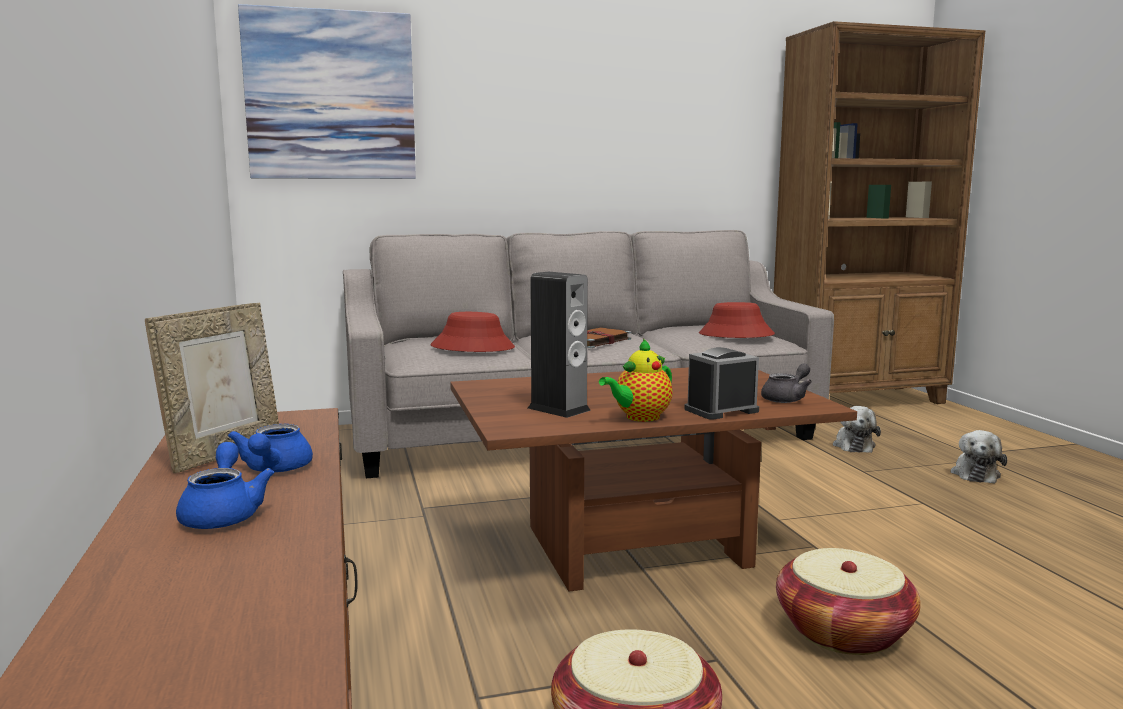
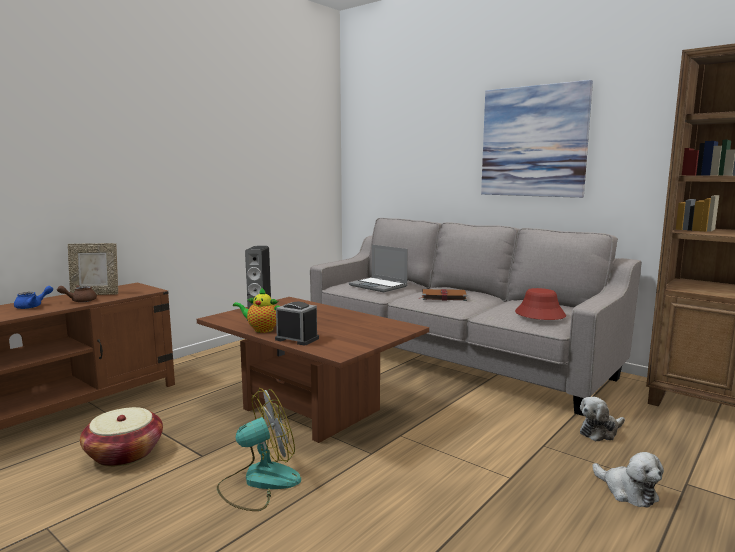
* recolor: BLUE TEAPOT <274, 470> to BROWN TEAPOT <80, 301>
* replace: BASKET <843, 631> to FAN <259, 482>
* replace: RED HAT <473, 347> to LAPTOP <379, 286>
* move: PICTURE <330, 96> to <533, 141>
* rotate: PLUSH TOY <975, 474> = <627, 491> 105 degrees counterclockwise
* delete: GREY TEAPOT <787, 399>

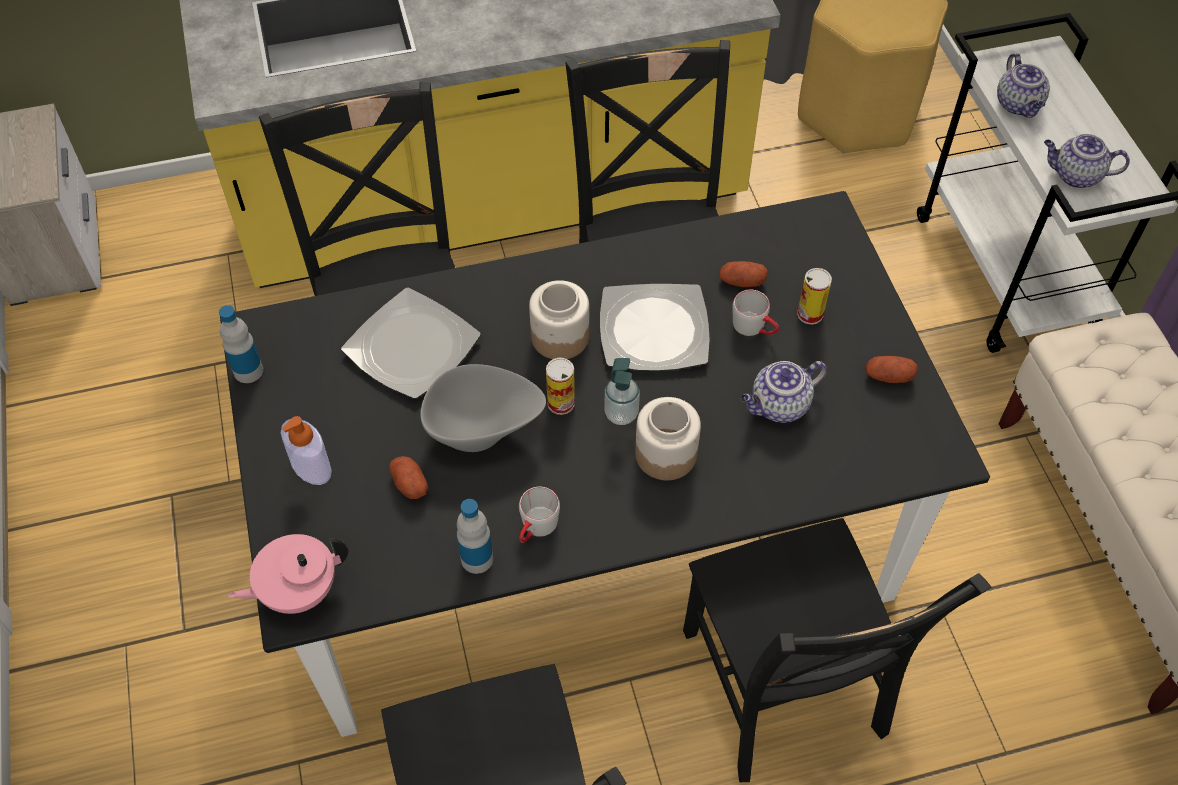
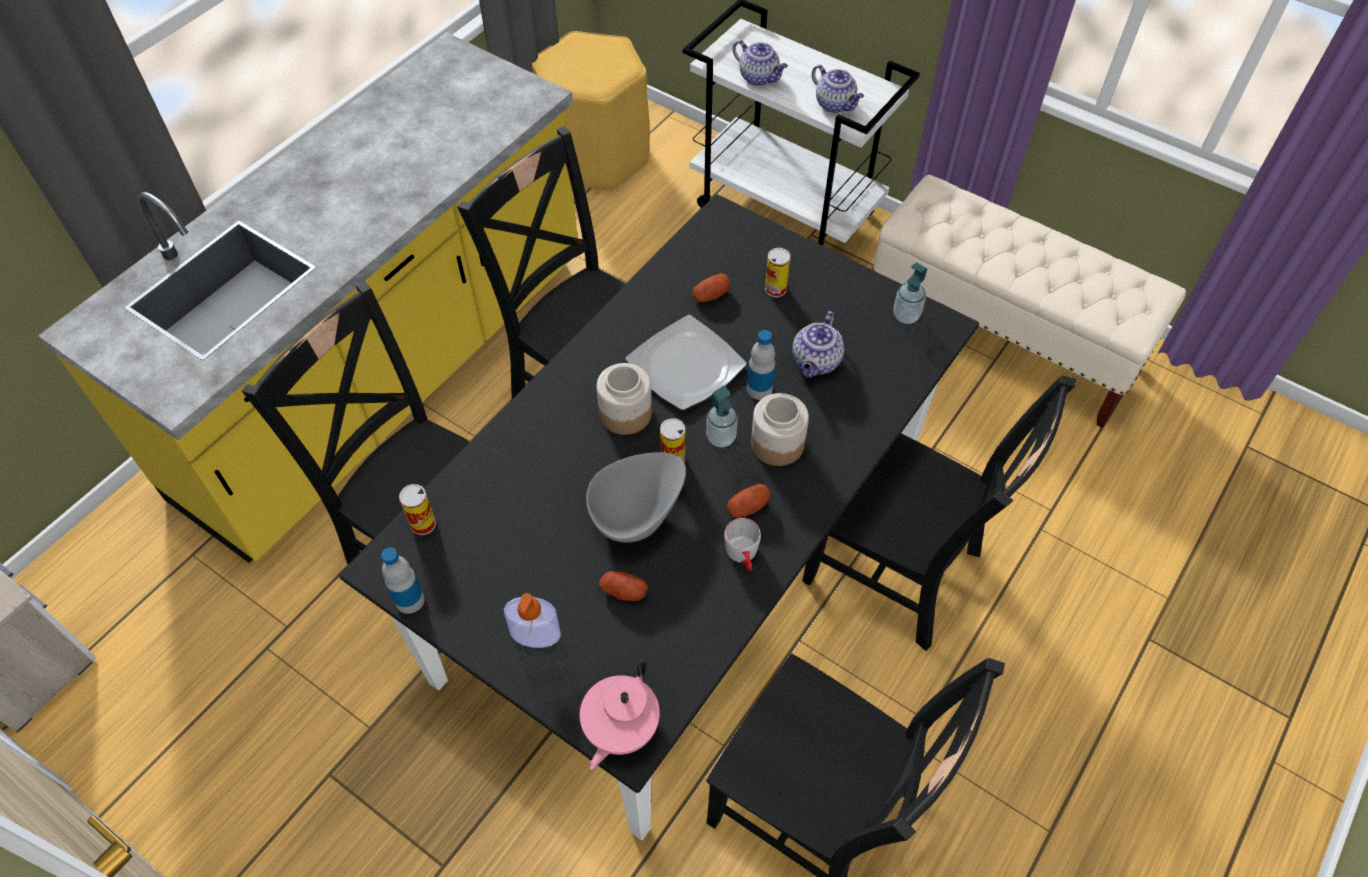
* insert: CAN <423, 524>
* move: POTATO <888, 376> to <748, 507>
* move: BOTTLE <477, 559> to <759, 389>
* rotate: TEAPOT <1075, 176> = <835, 105> 105 degrees counterclockwise
* insert: SOAP DISPENSER <906, 315>
* delete: PLATE <412, 346>
* delete: GREY MUG <755, 328>

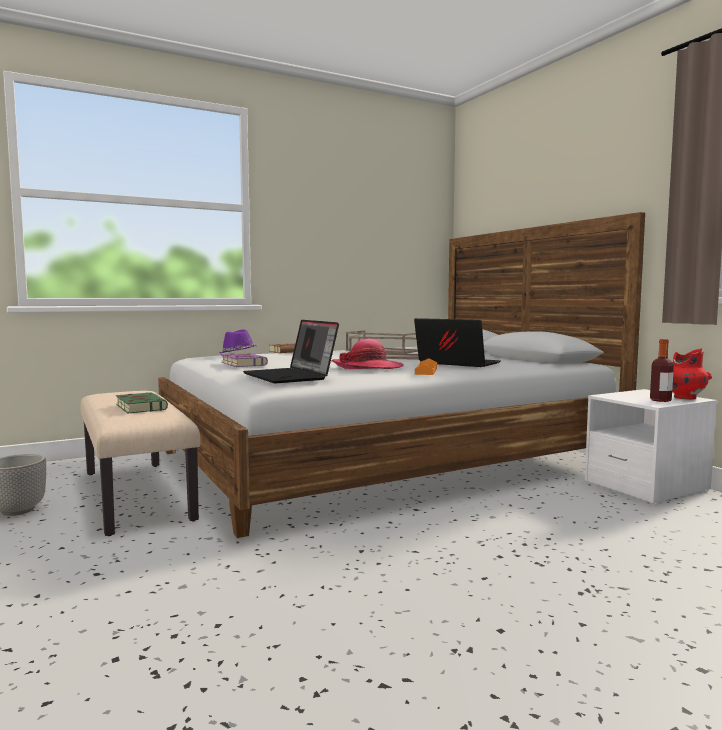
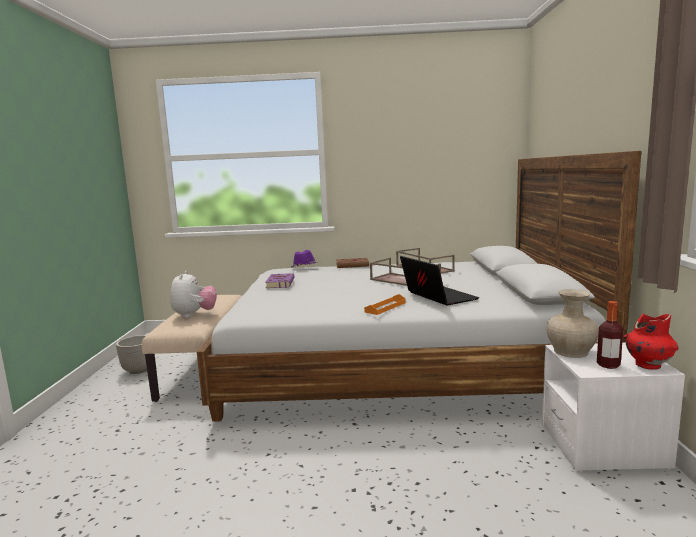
* replace: GREEN BOOK <140, 407> to PLUSH TOY <194, 315>
* insert: BEIGE VASE <570, 351>
* delete: LAPTOP <291, 377>
* delete: HAT <367, 367>

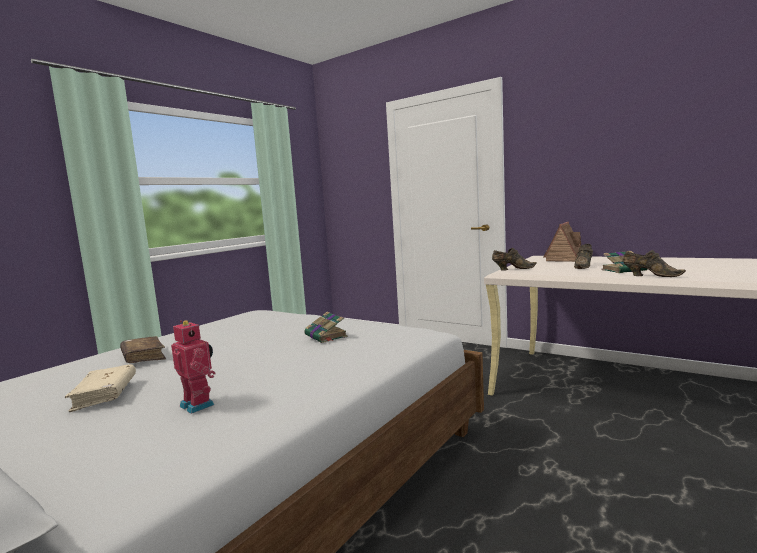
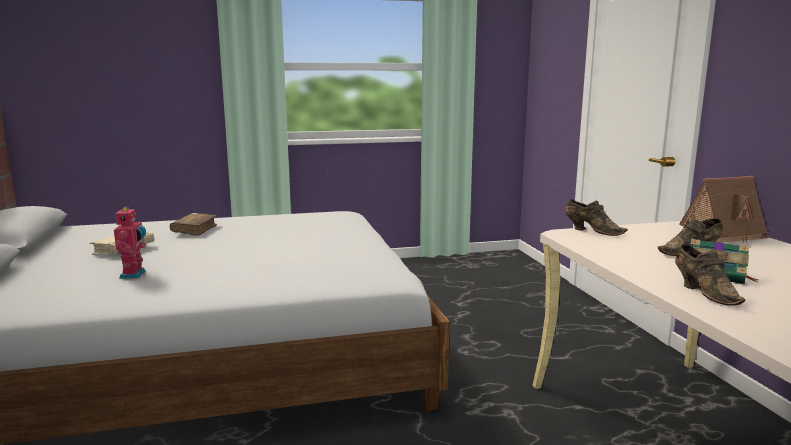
* delete: BOOK <326, 336>

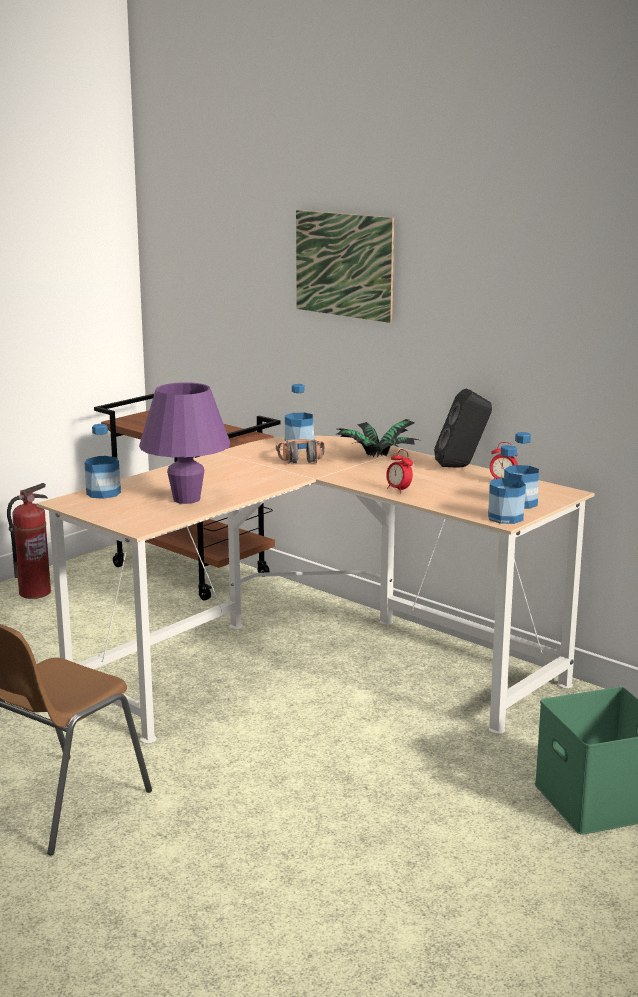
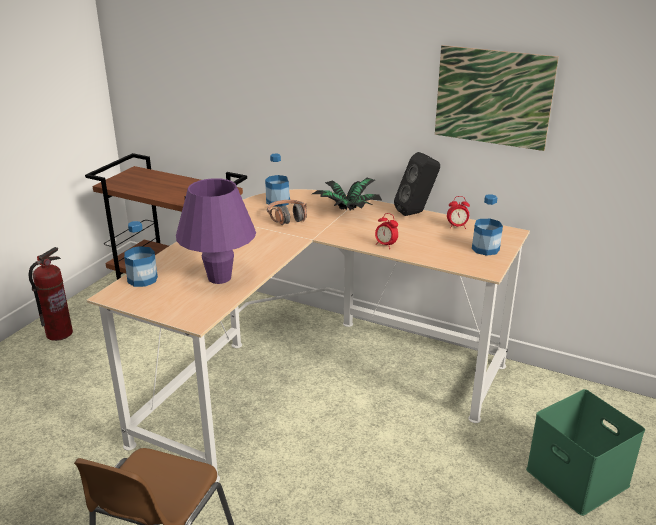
* move: PICTURE <344, 265> to <493, 97>
* delete: BOTTLE <505, 518>

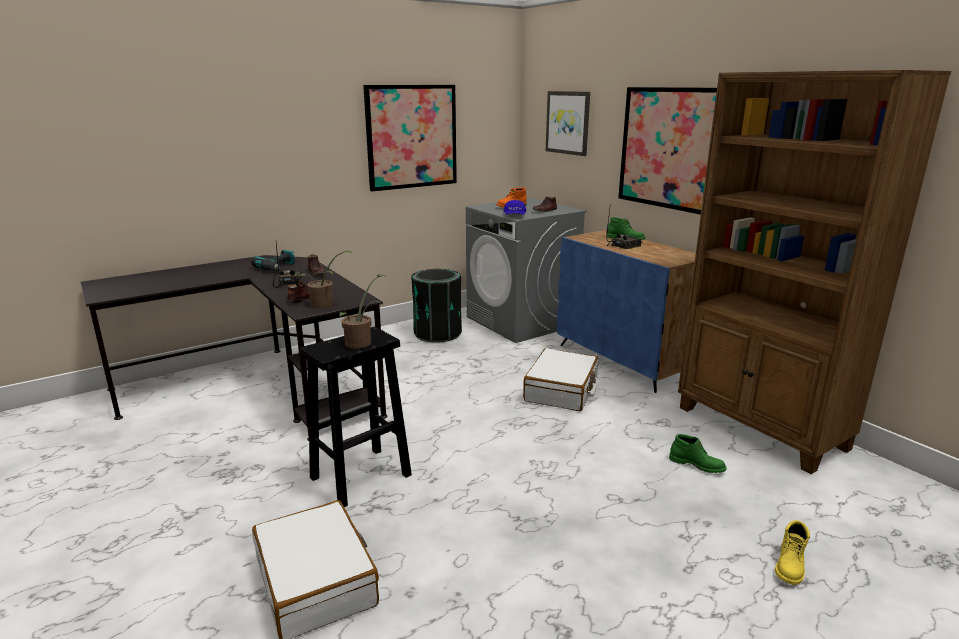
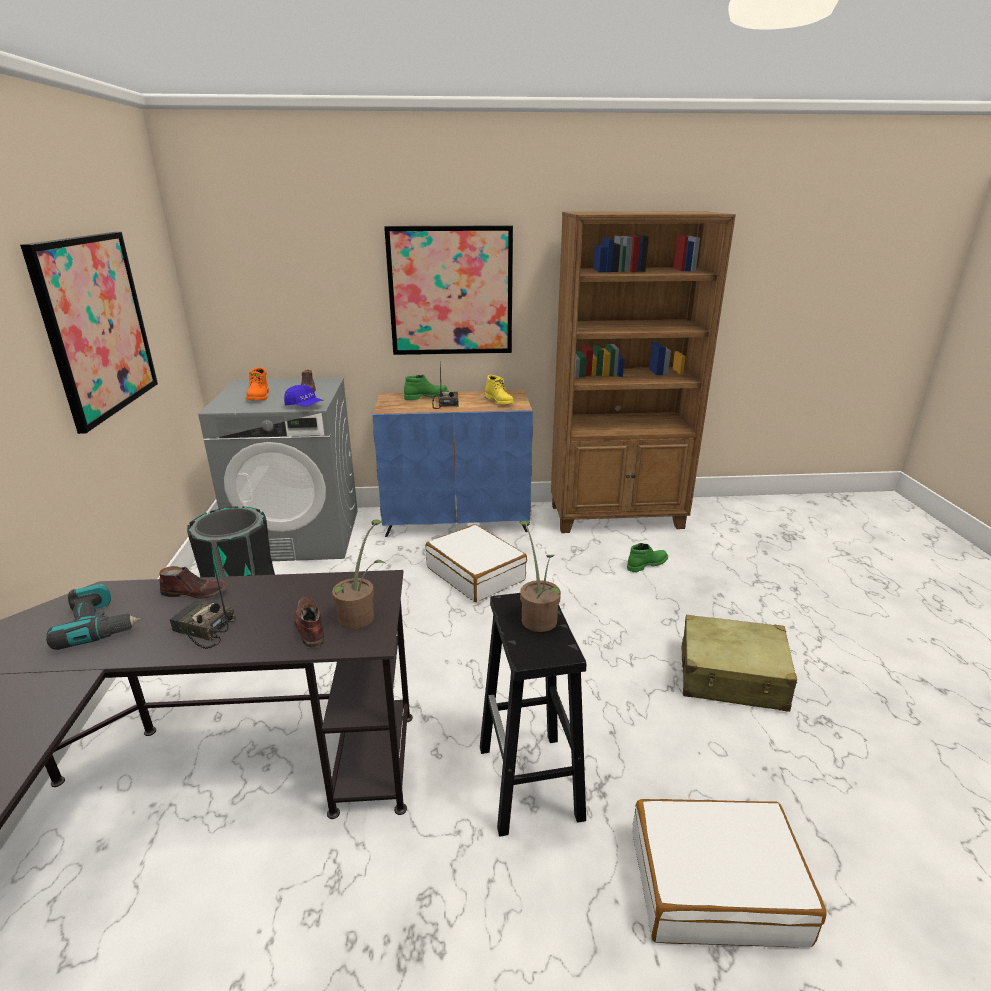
* move: YELLOW BOOT <790, 566> to <500, 401>
* insert: BEIGE SUITCASE <732, 677>
* delete: PICTURE <568, 122>

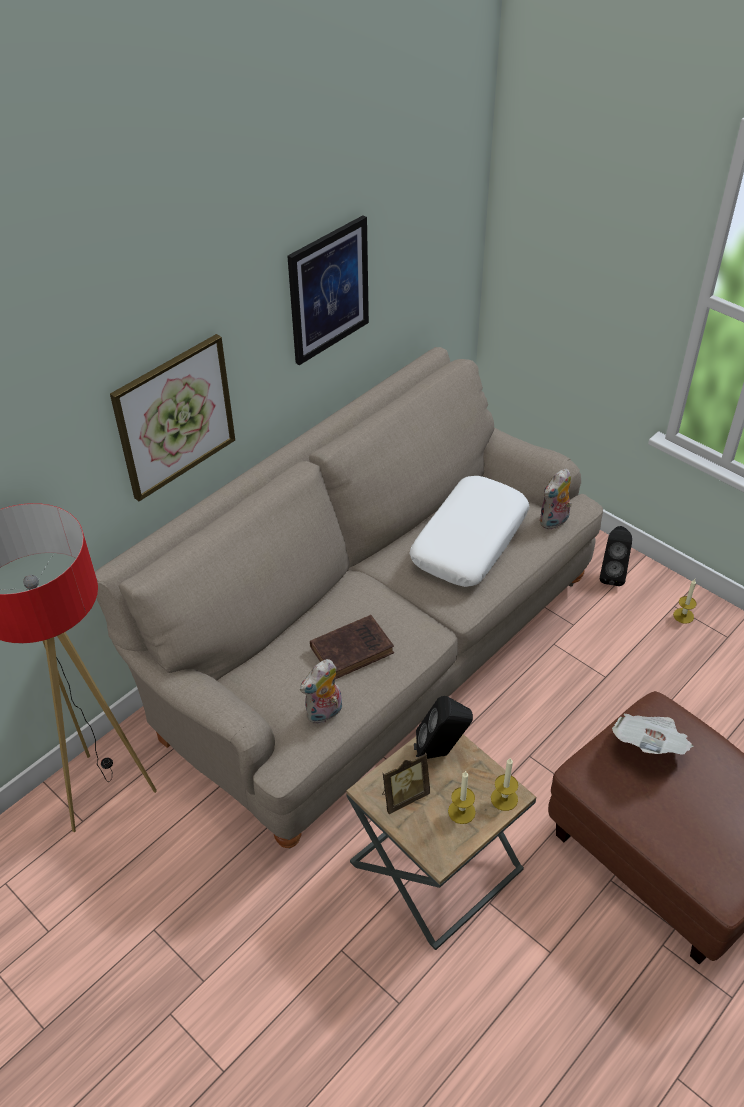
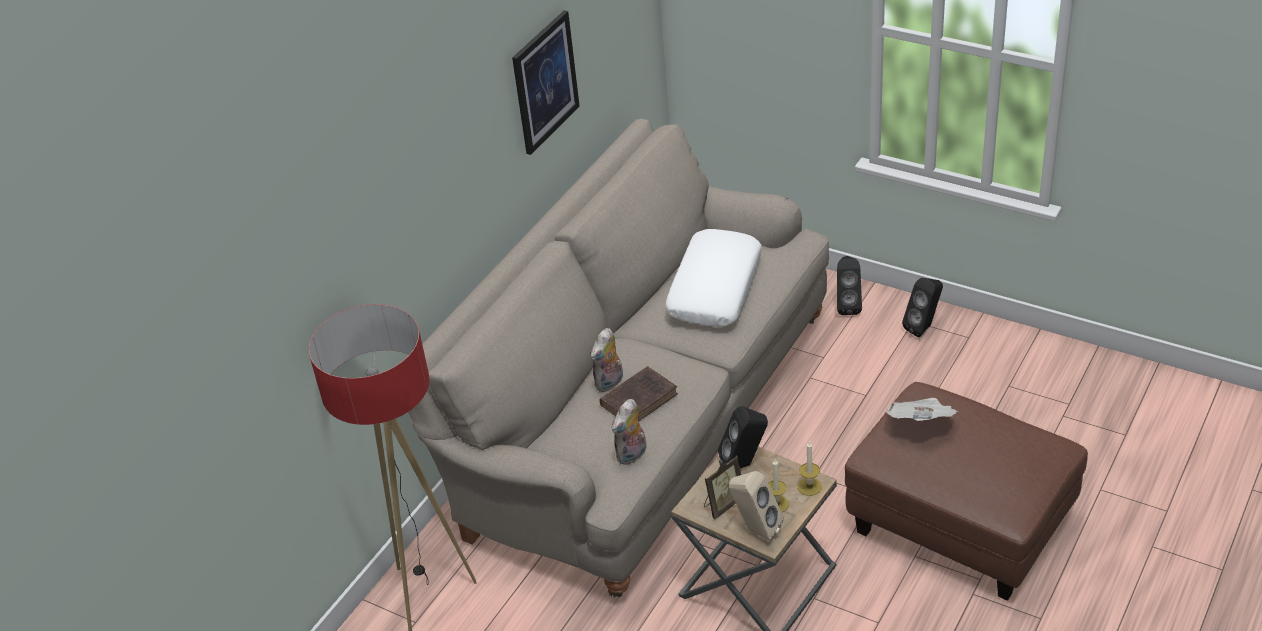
* move: PLUSH TOY <554, 522> to <609, 383>
* insert: BEIGE SPEAKER <755, 530>
* replace: CANDLE <683, 615> to BLACK SPEAKER <923, 327>
* delete: PICTURE <174, 417>

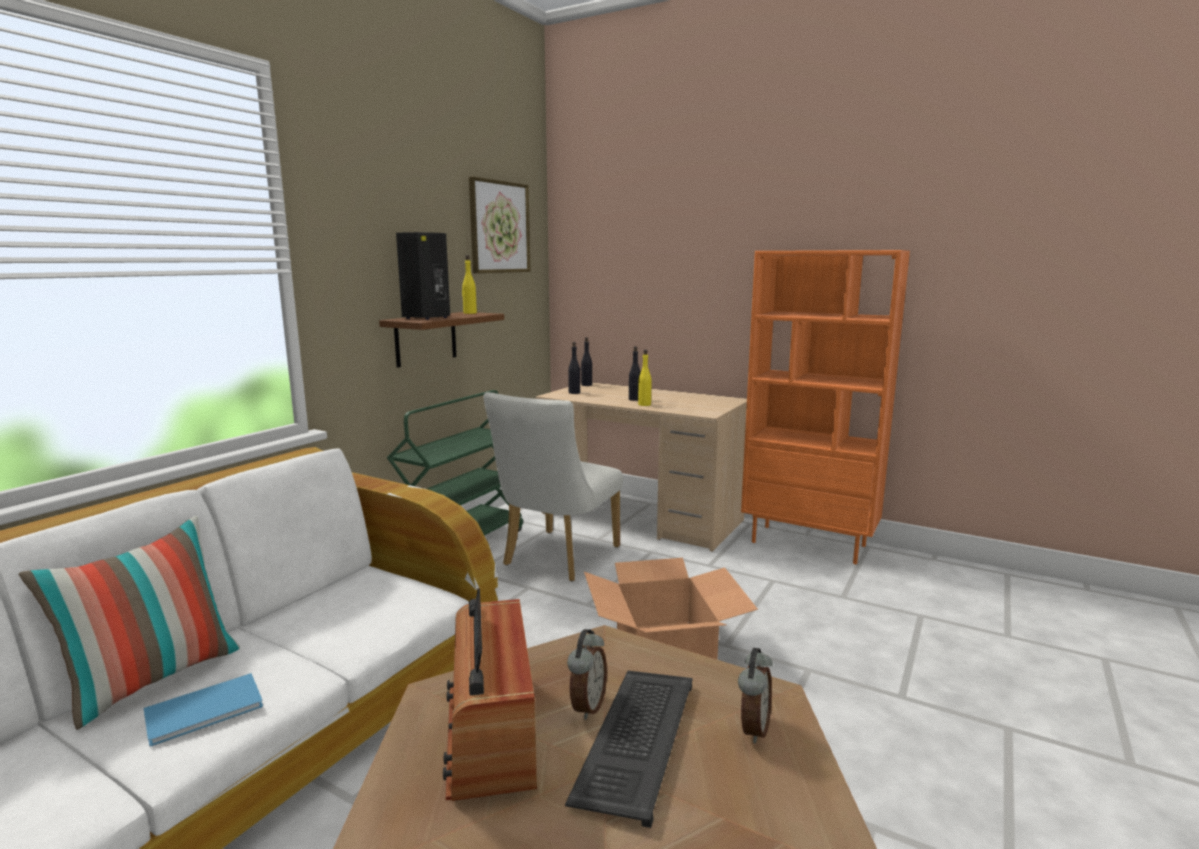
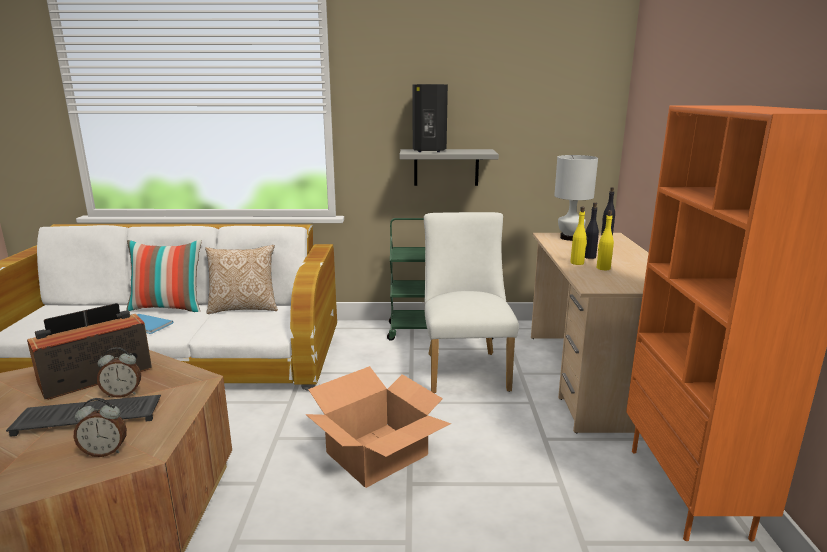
* insert: PILLOW <244, 308>
* recolor: BROWN SHELF <426, 338> to GREY SHELF <446, 167>
* rotate: WHITE CHAIR <556, 559> = <464, 368> 90 degrees clockwise
* replace: BLACK BOTTLE <574, 392> to WHITE TABLE LAMP <569, 238>
* move: YELLOW BOTTLE <469, 313> to <603, 268>
* delete: PICTURE <499, 227>

